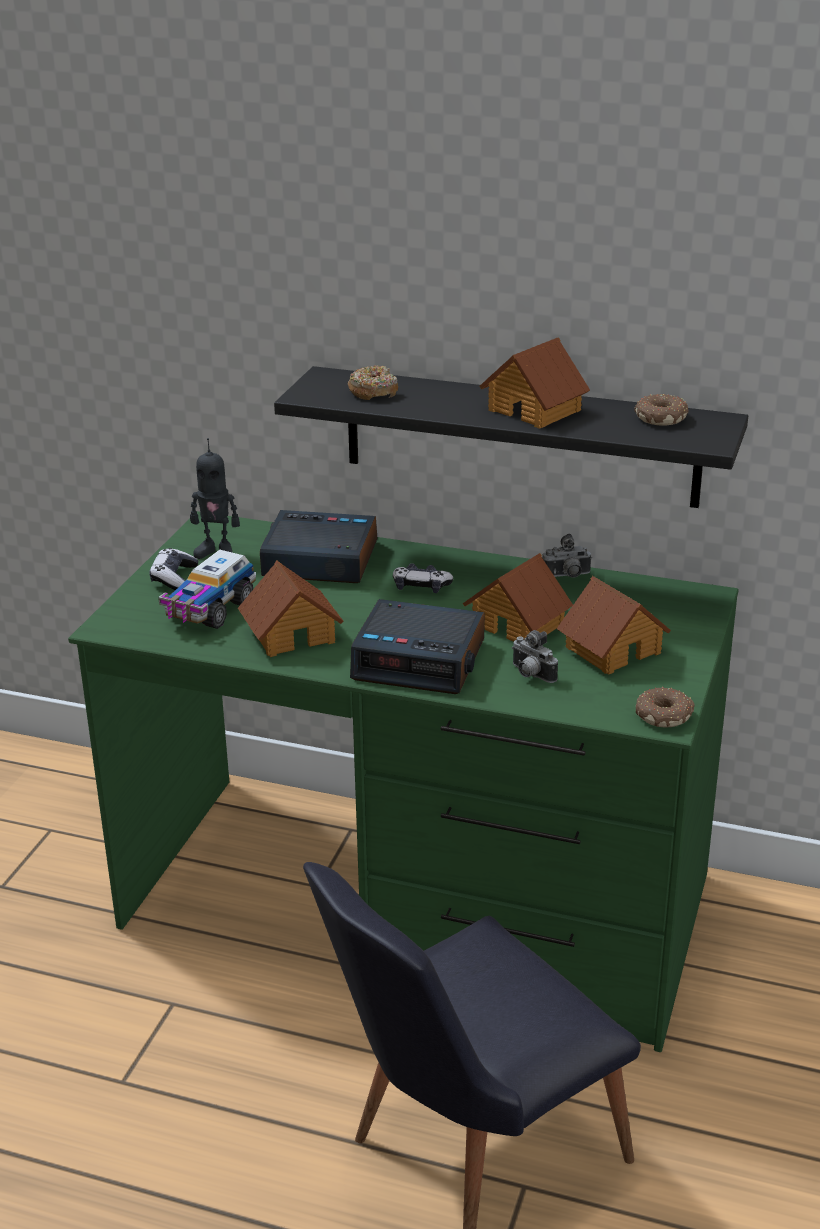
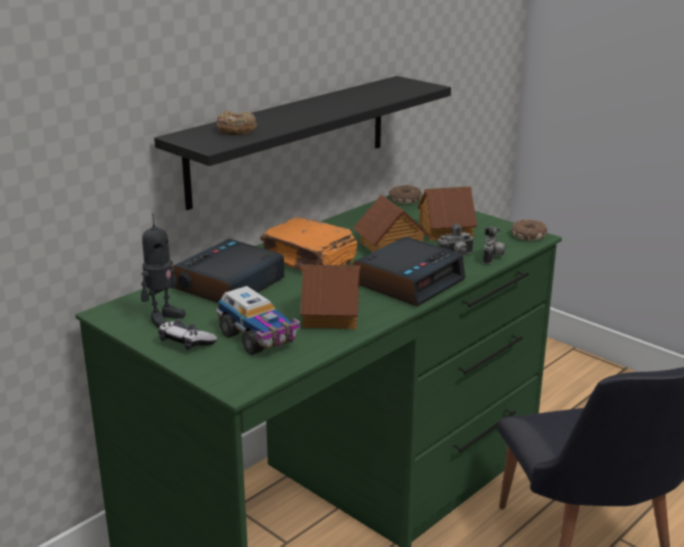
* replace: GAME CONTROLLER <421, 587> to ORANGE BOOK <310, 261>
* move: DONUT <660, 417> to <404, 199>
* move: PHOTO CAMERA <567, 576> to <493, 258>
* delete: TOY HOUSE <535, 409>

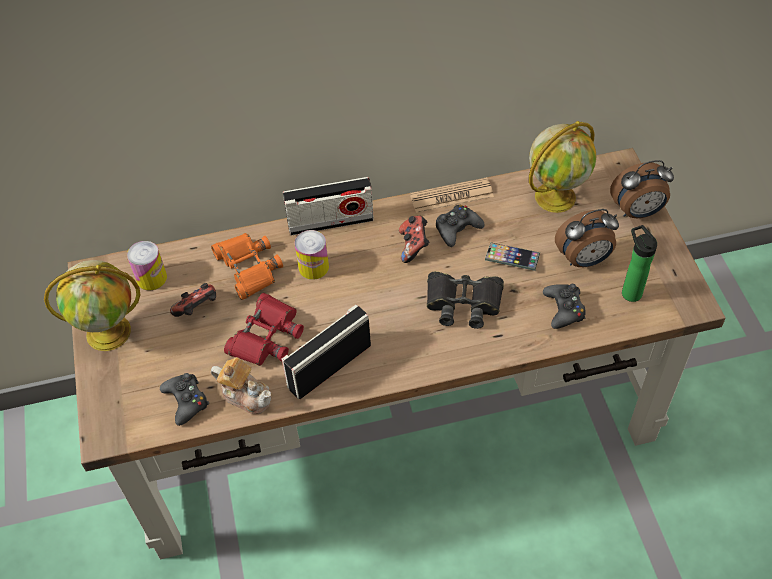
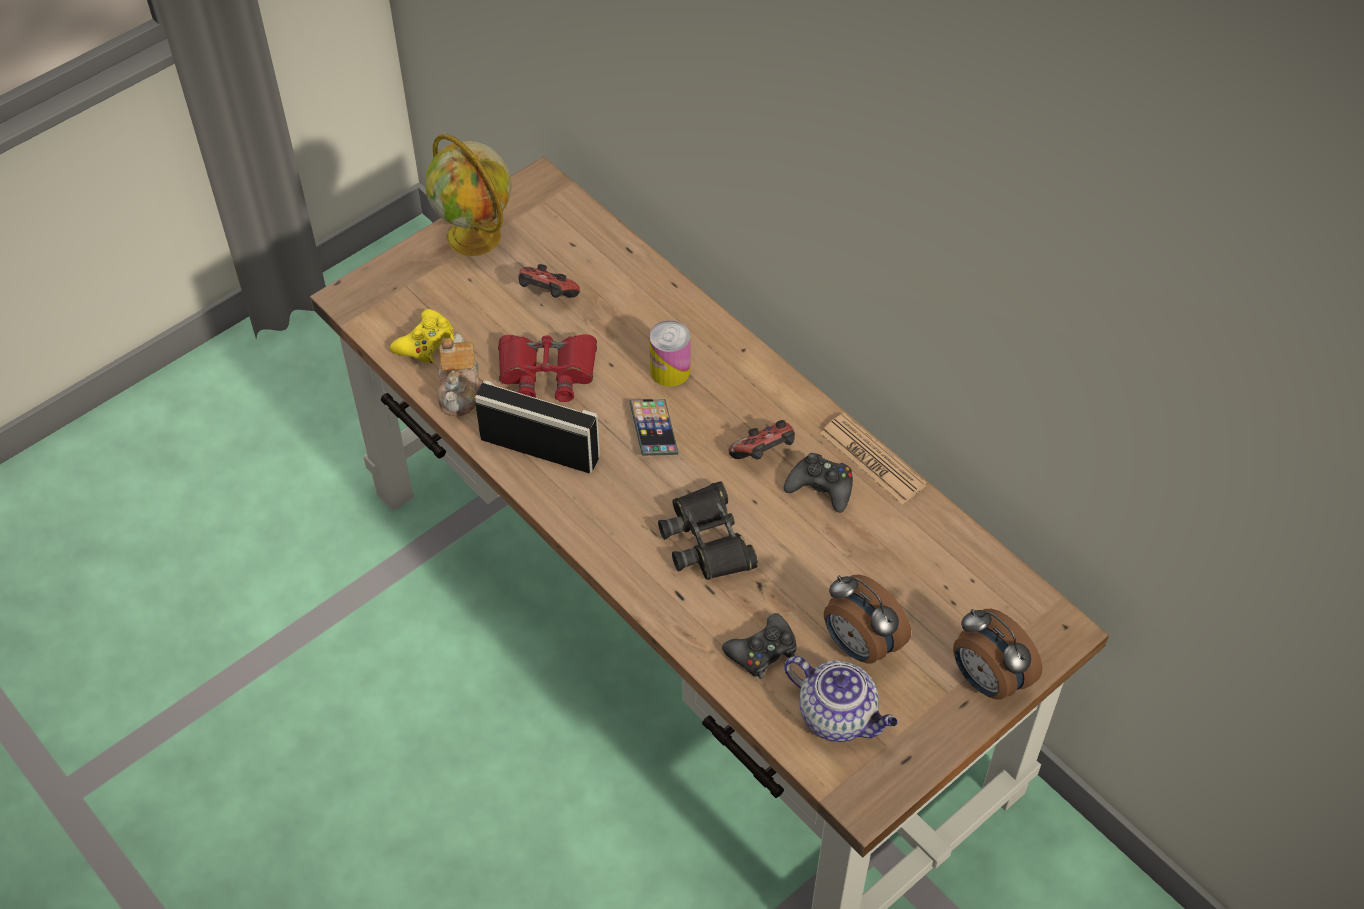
* recolor: BLACK GAME CONTROLLER <186, 401> to YELLOW GAME CONTROLLER <425, 343>
* move: PHONE <512, 259> to <653, 430>
* replace: BOTTLE <629, 291> to TEAPOT <838, 716>
* delete: CAN <151, 278>
* delete: ORANGE BINOCULARS <248, 268>
* delete: RADIO <330, 222>
* delete: GLOBE <556, 196>

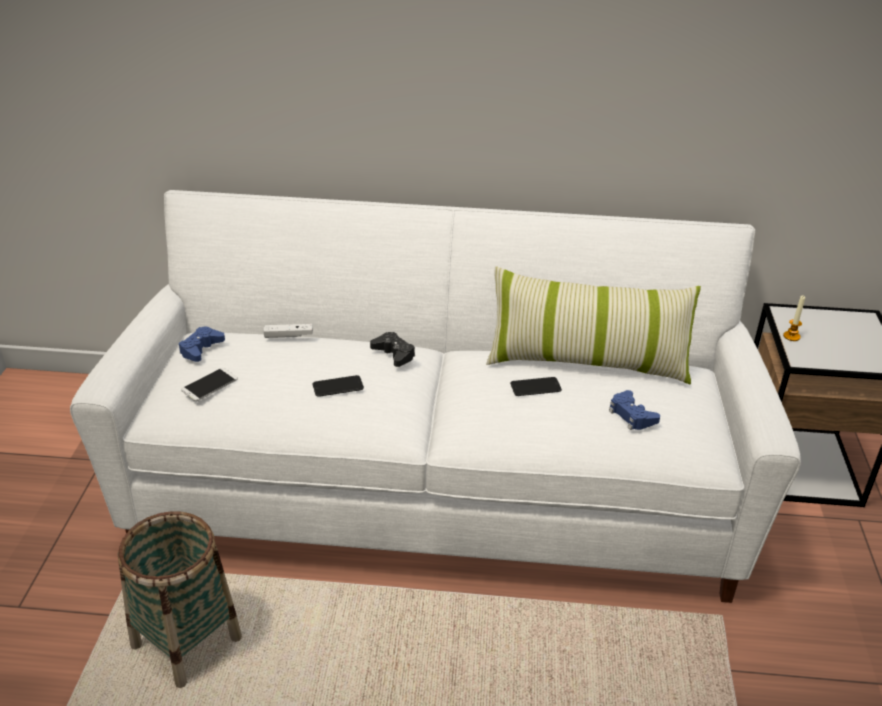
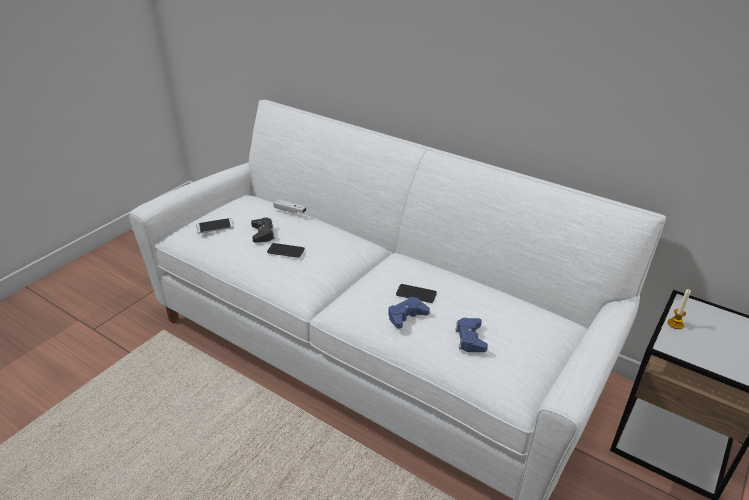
* move: BLACK GAME CONTROLLER <394, 354> to <263, 234>
* move: BLUE GAME CONTROLLER <201, 349> to <406, 316>
* delete: BASKET <187, 642>
* delete: PILLOW <587, 361>

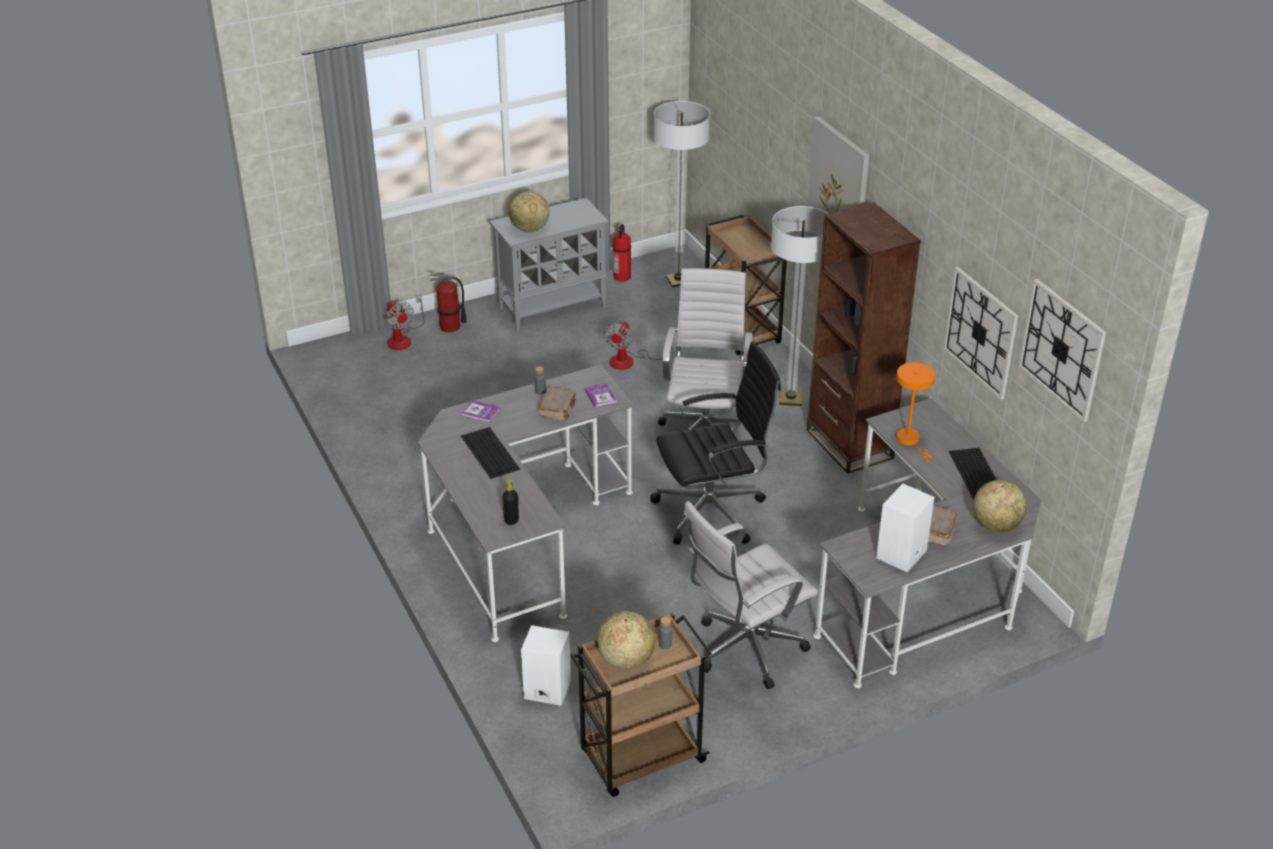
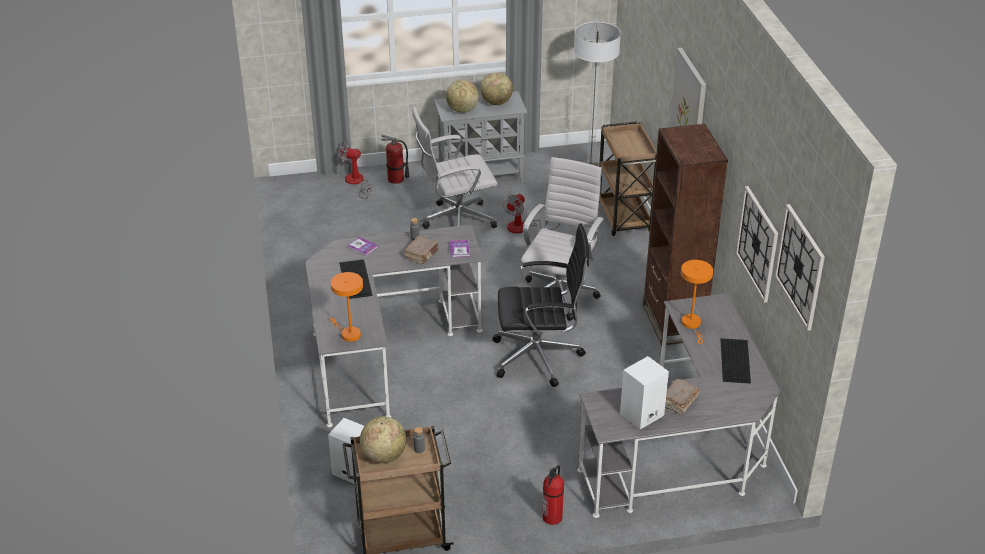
* replace: BLACK BOTTLE <511, 520> to ORANGE TABLE LAMP <348, 333>
* rotate: FAN <403, 338> = <356, 183> 120 degrees clockwise
* move: WHITE OFFICE CHAIR <744, 651> to <455, 222>
* move: GLOBE <996, 525> to <496, 103>
* move: FIRE EXTINGUISHER <622, 277> to <552, 517>
* delete: FLOOR LAMP <790, 399>

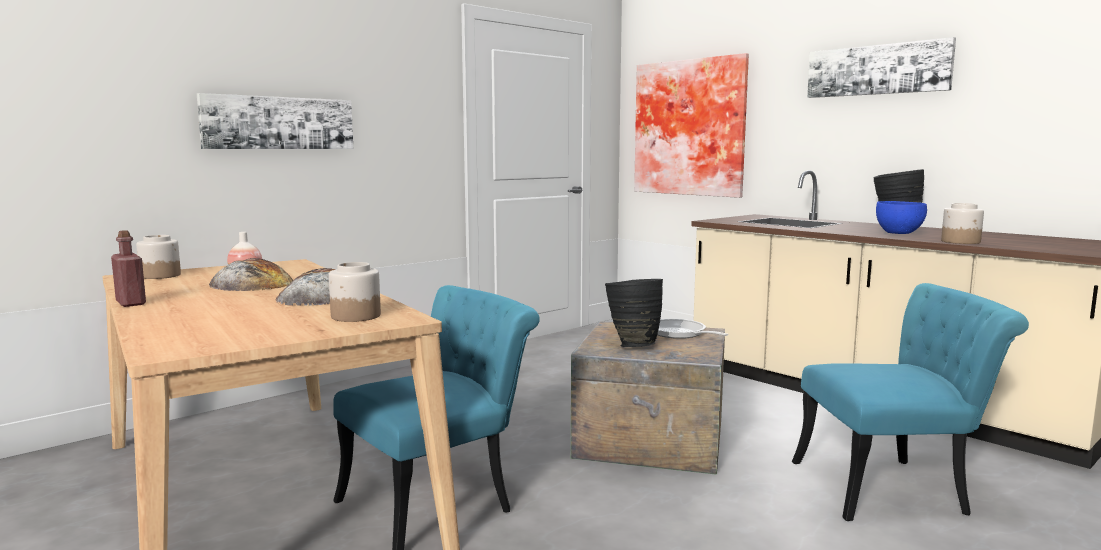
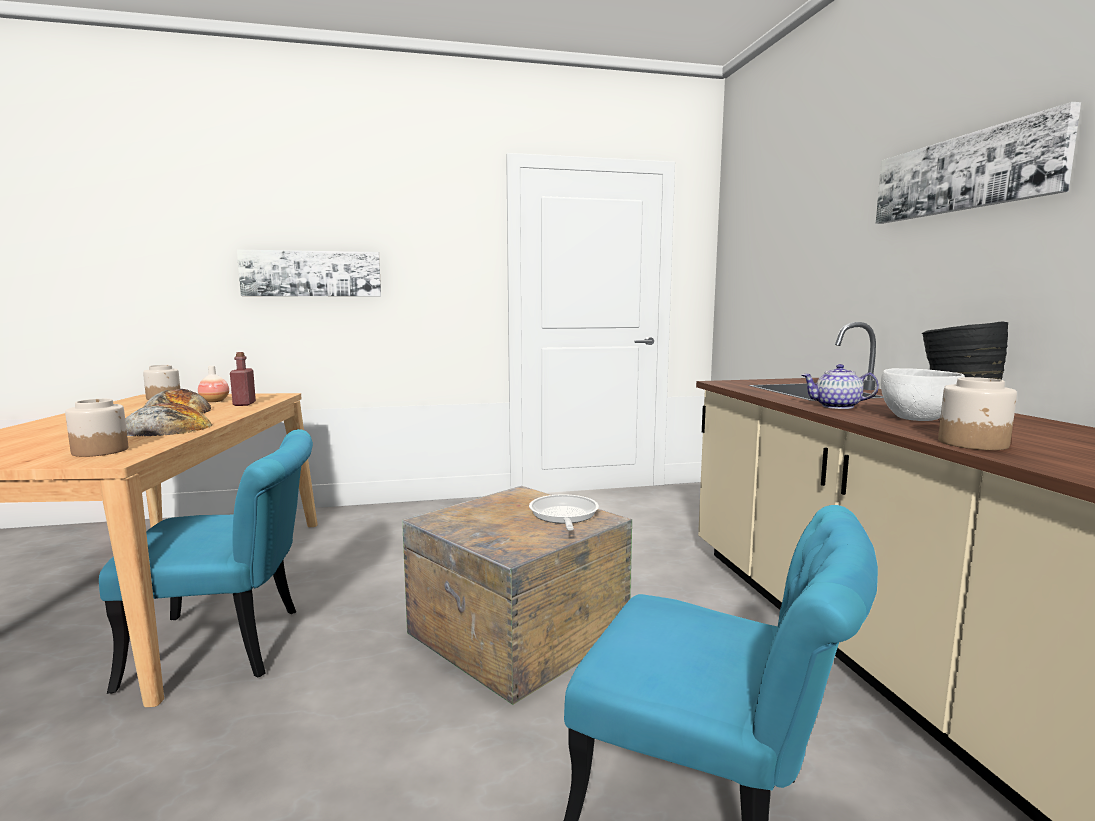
* move: RED BOTTLE <131, 303> to <244, 404>
* insert: TEAPOT <837, 406>
* recolor: BLUE BOWL <898, 233> to WHITE BOWL <917, 419>
* delete: BLACK VASE <632, 345>
* delete: PICTURE <691, 128>

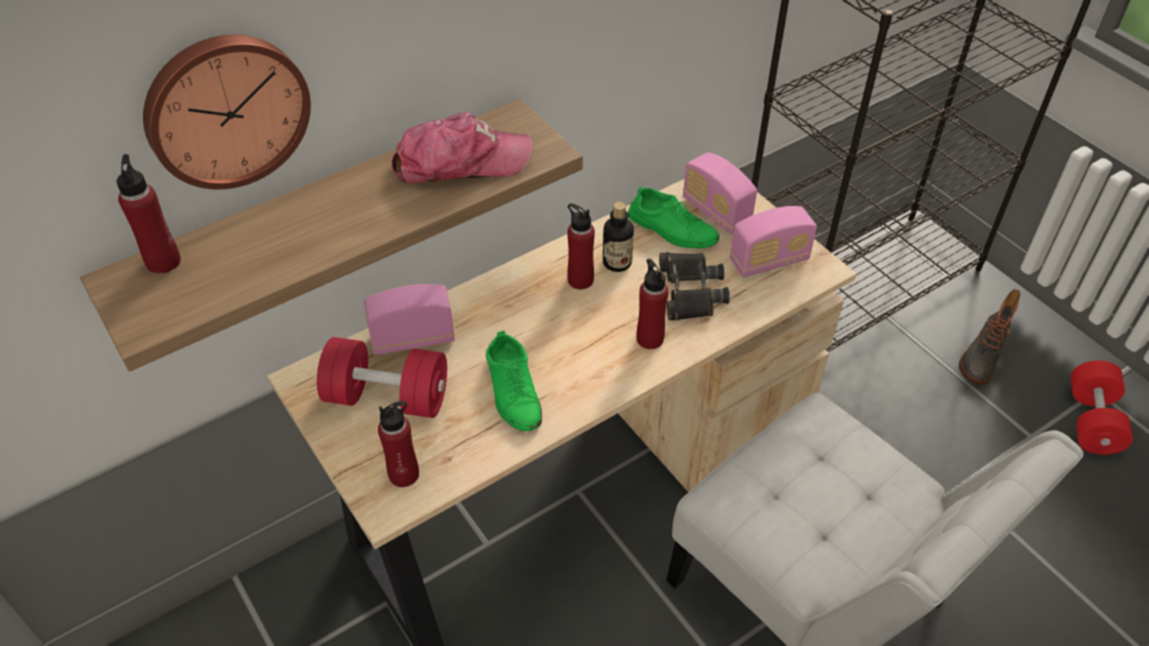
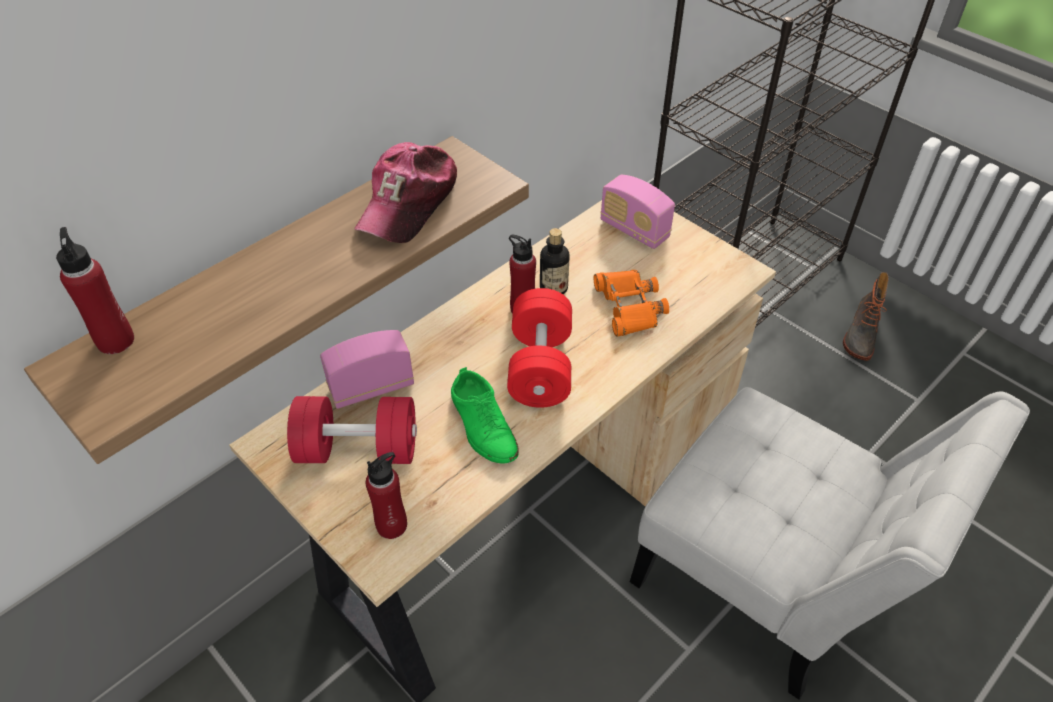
* rotate: CAP <461, 162> = <409, 203> 135 degrees clockwise
* move: RED DUMBBELL <1091, 421> to <540, 366>
* recolor: BLACK BINOCULARS <690, 291> to ORANGE BINOCULARS <629, 307>
* delete: WALL CLOCK <225, 109>
* delete: GREEN SHOE <672, 229>
* delete: RED BOTTLE <650, 338>
* delete: RADIO <769, 261>

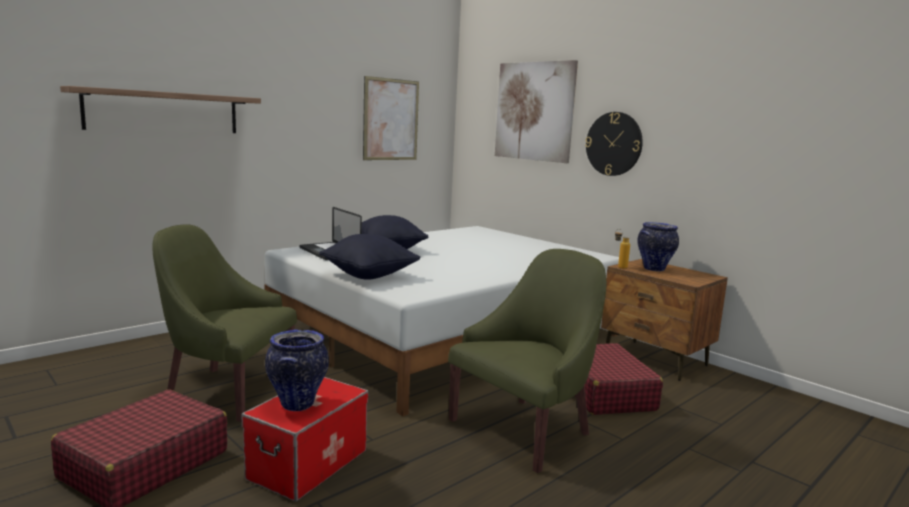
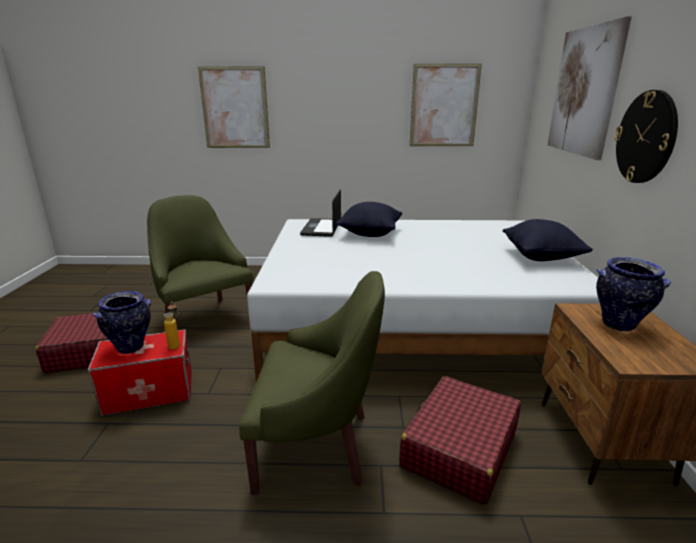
* move: BOTTLE <619, 267> to <176, 344>
* replace: SHELF <163, 112> to PICTURE <235, 108>
* move: BLACK PILLOW <369, 276> to <541, 257>

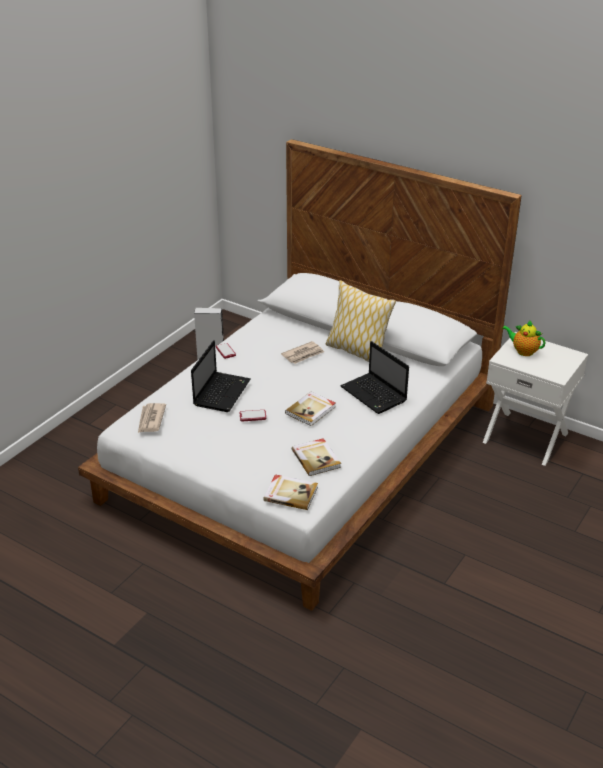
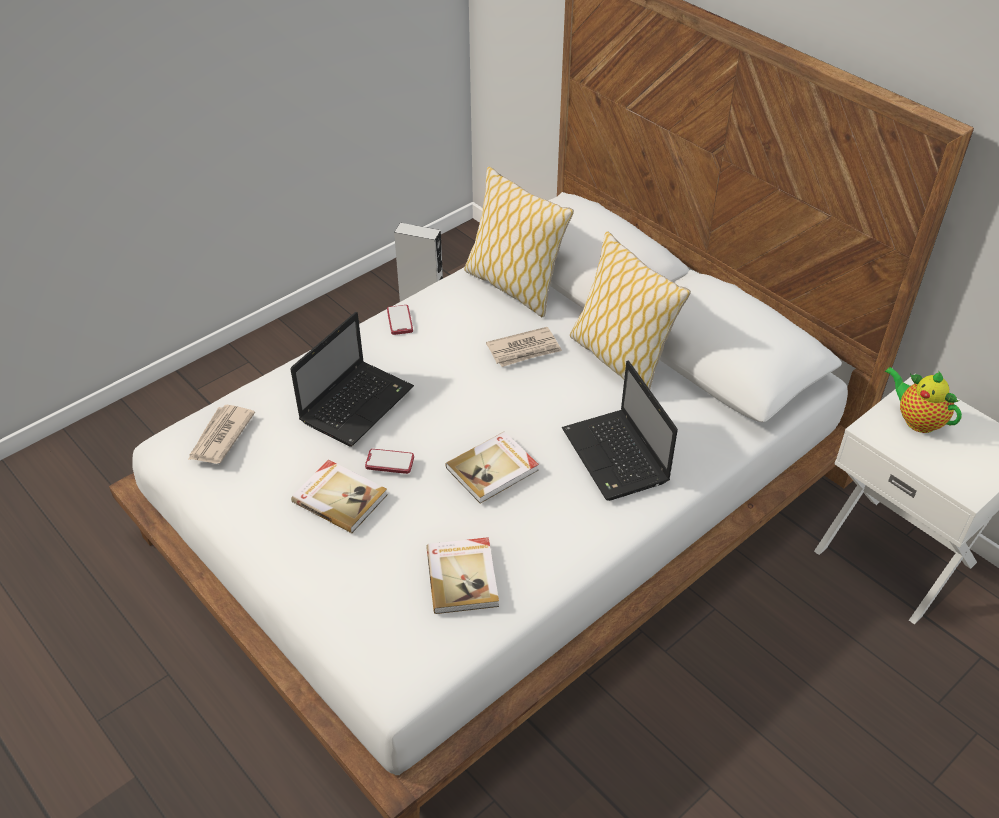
* move: BOOK <290, 493> to <340, 497>
* insert: PILLOW <513, 286>

